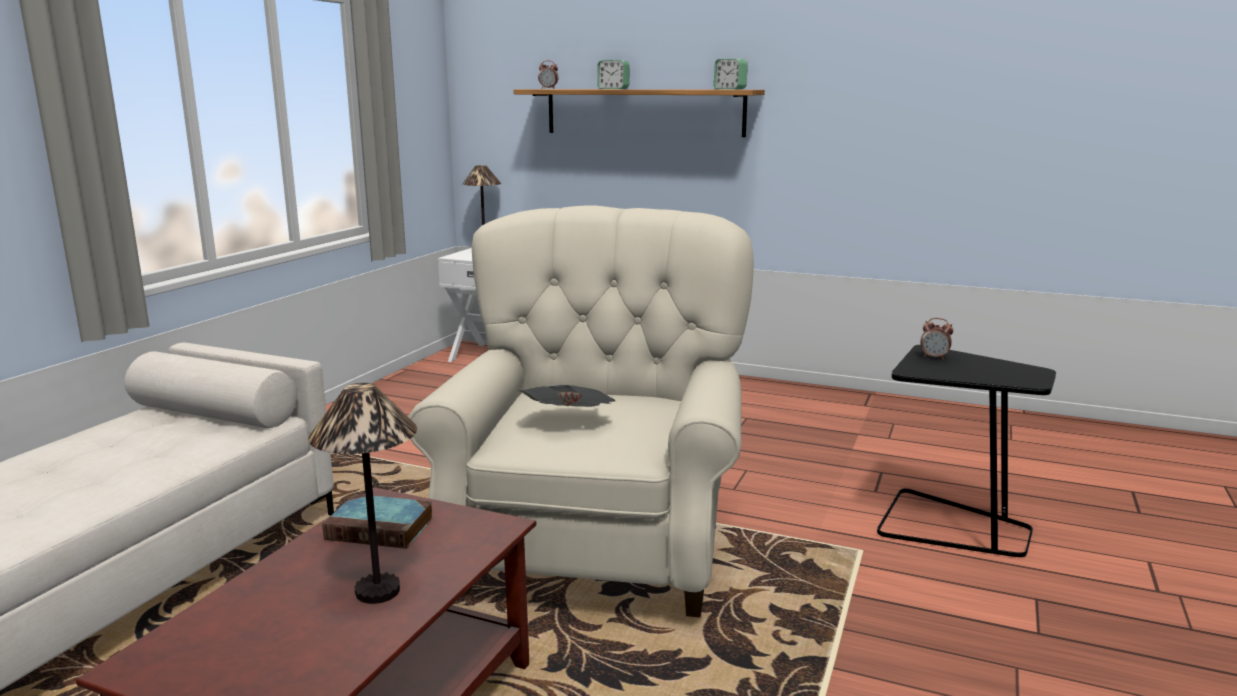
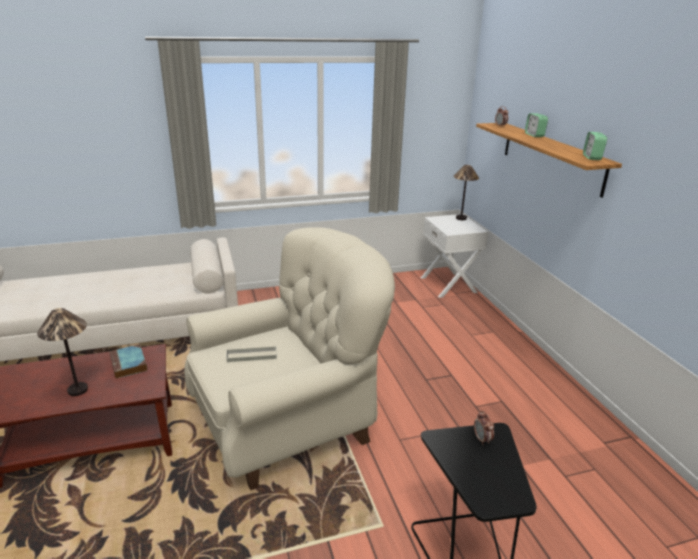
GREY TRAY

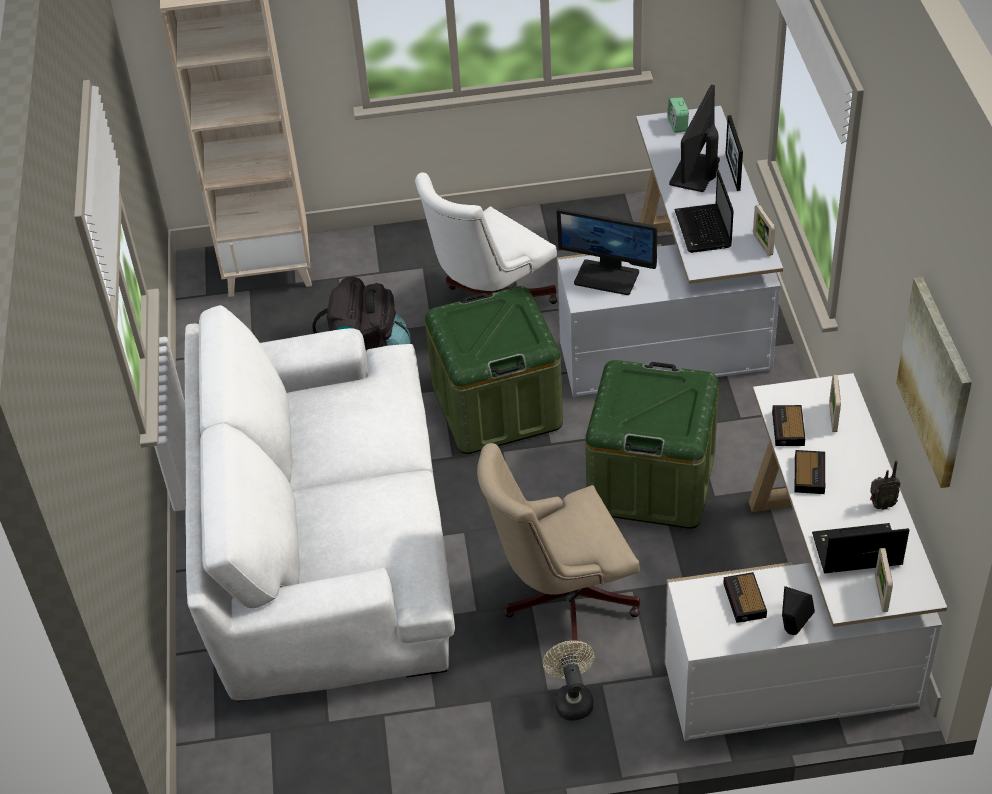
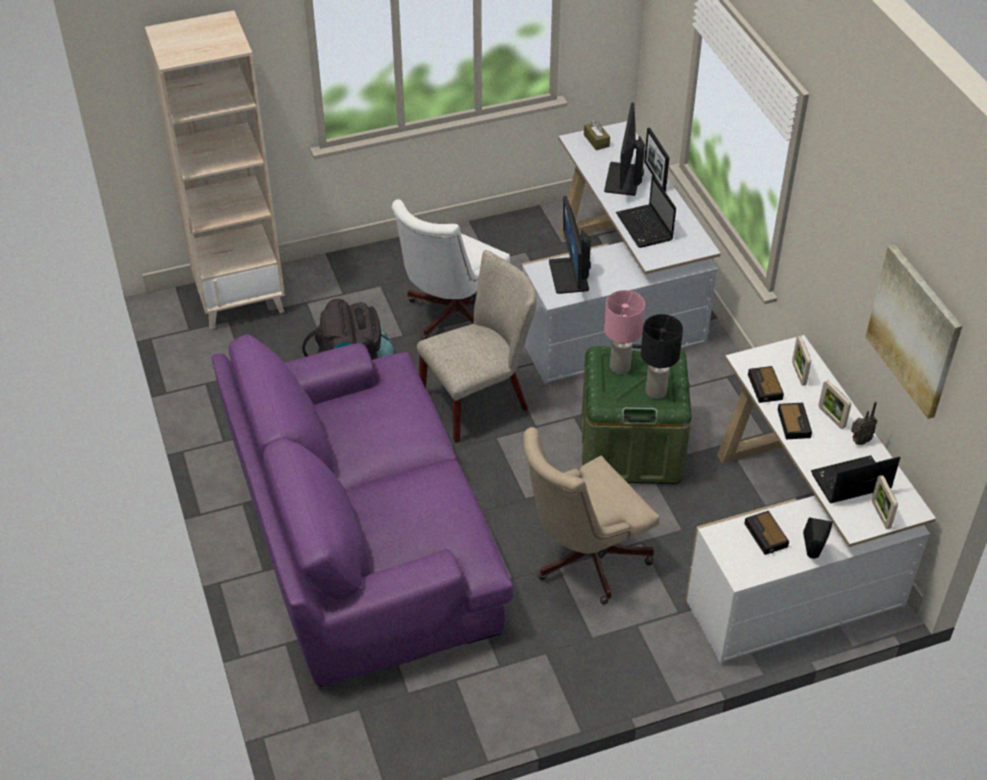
BEIGE FAN
PINK TABLE LAMP
BLACK TABLE LAMP
PICTURE FRAME (3rd from left)
BEIGE CHAIR
BROWN TISSUE BOX
PURPLE SOFA
MONITOR (1st from left)

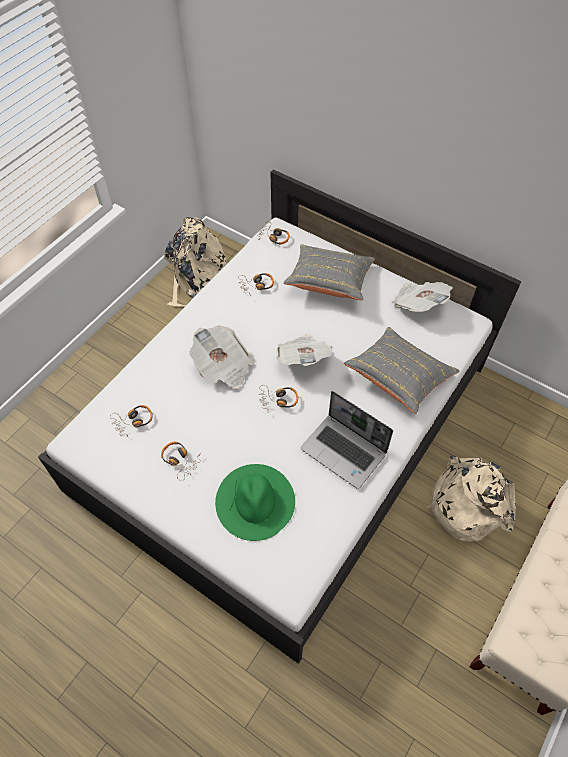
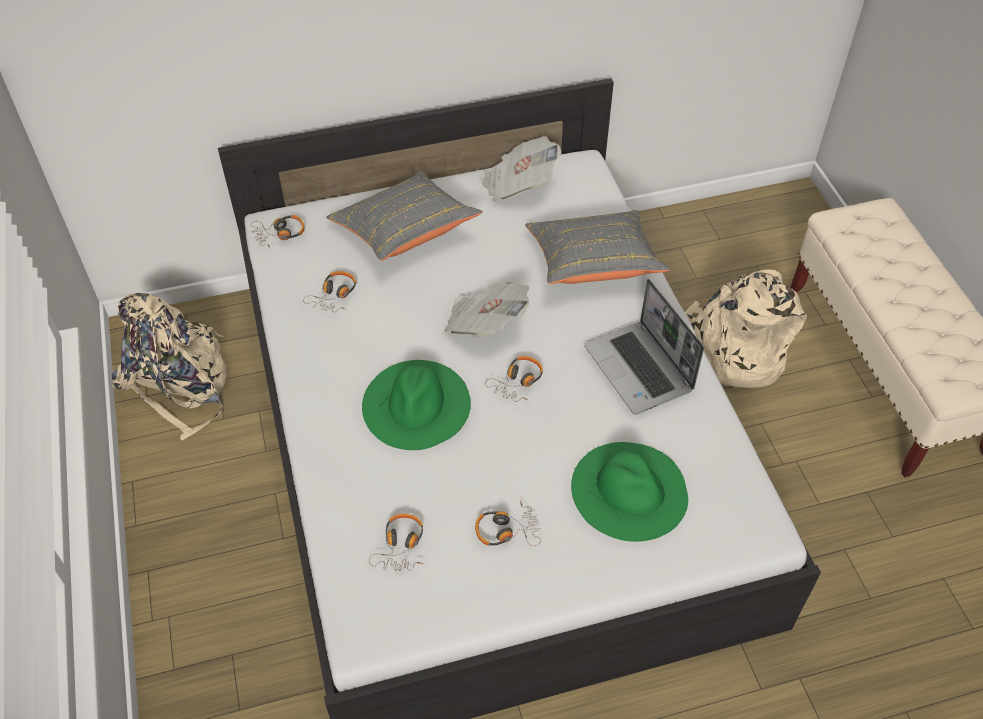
GREEN HAT (1st from left)
LAPTOP

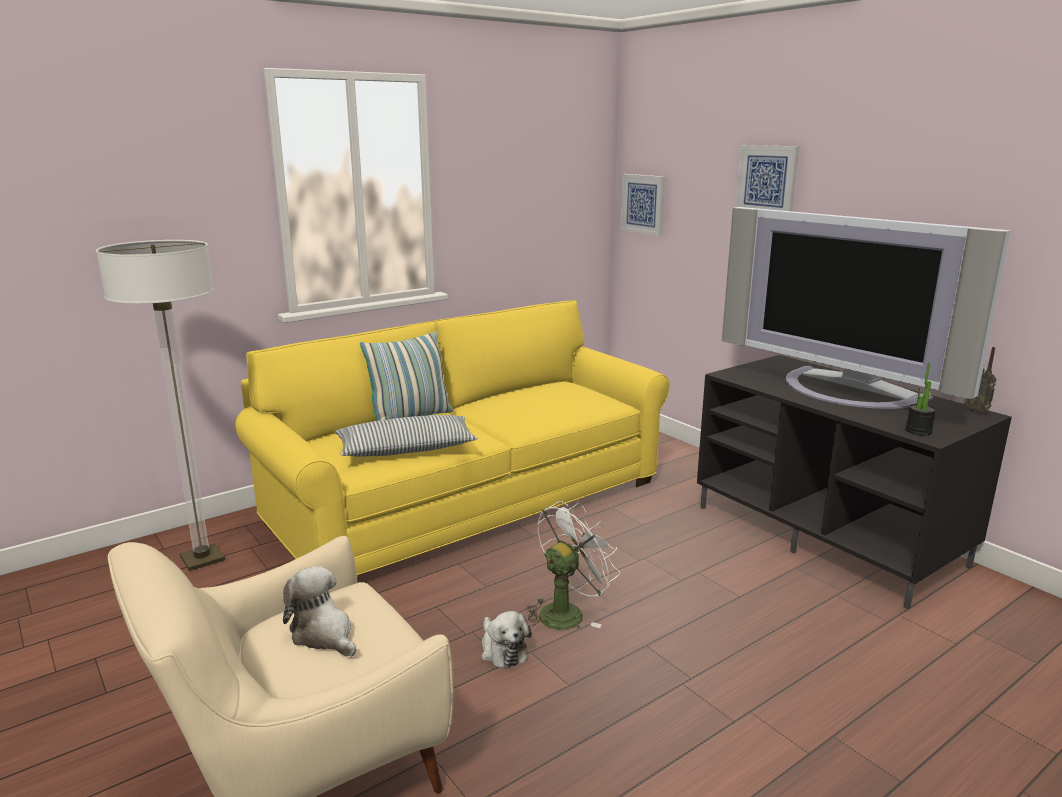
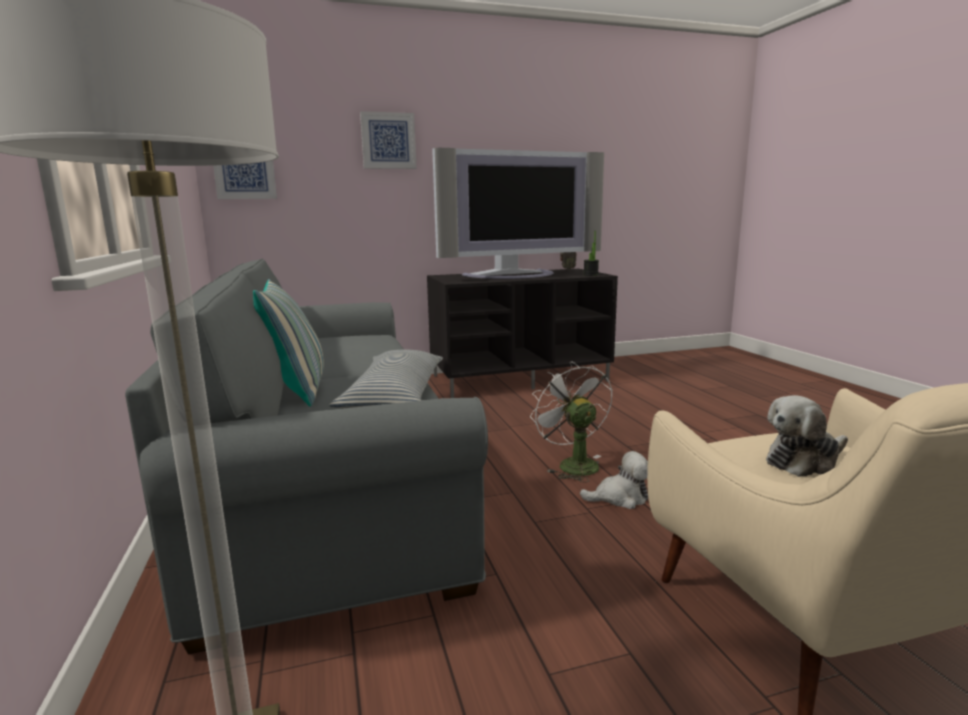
GREY SOFA

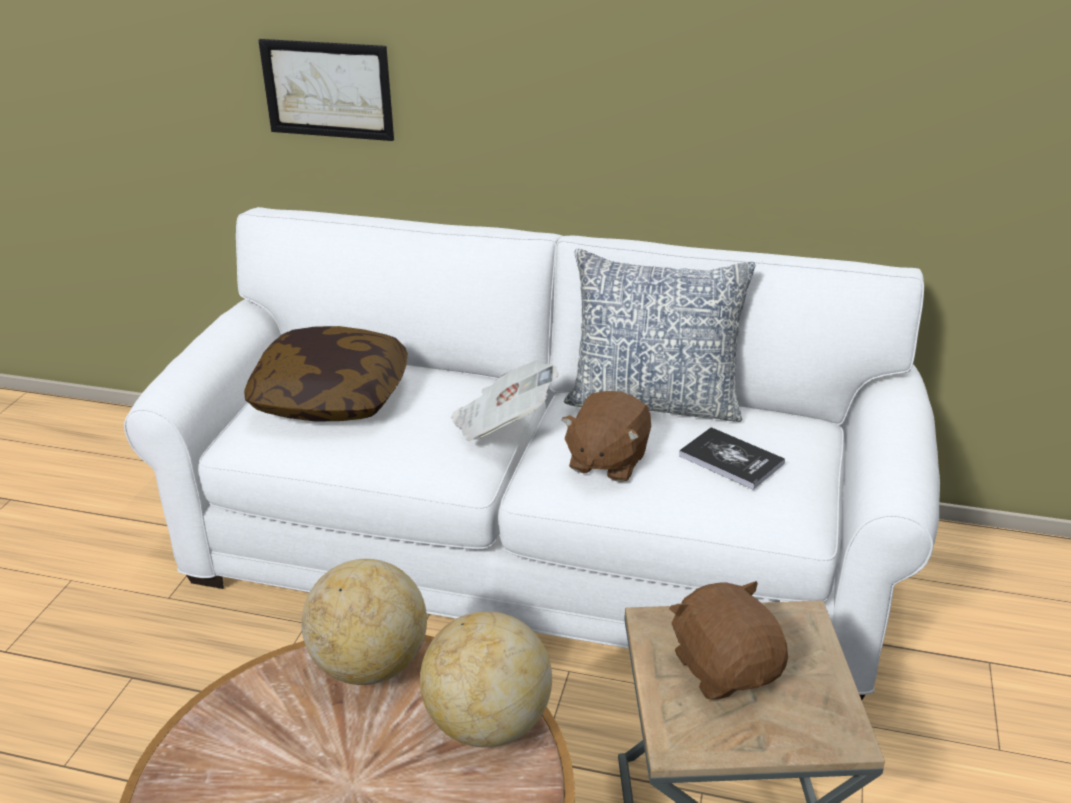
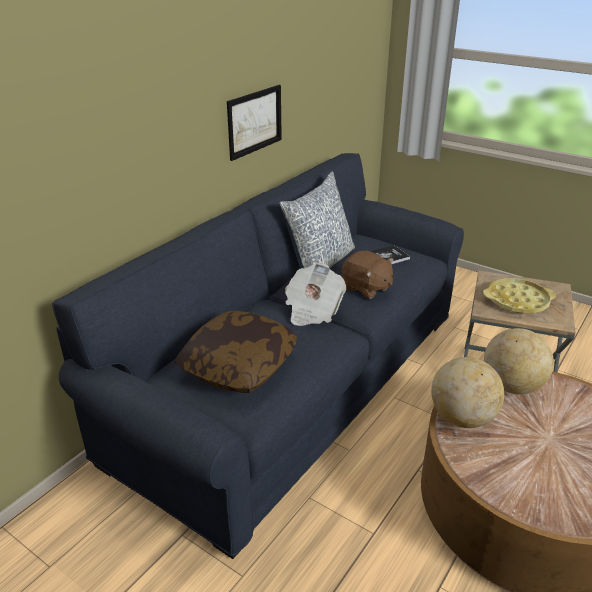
PICTURE
YELLOW TRAY
BLUE SOFA

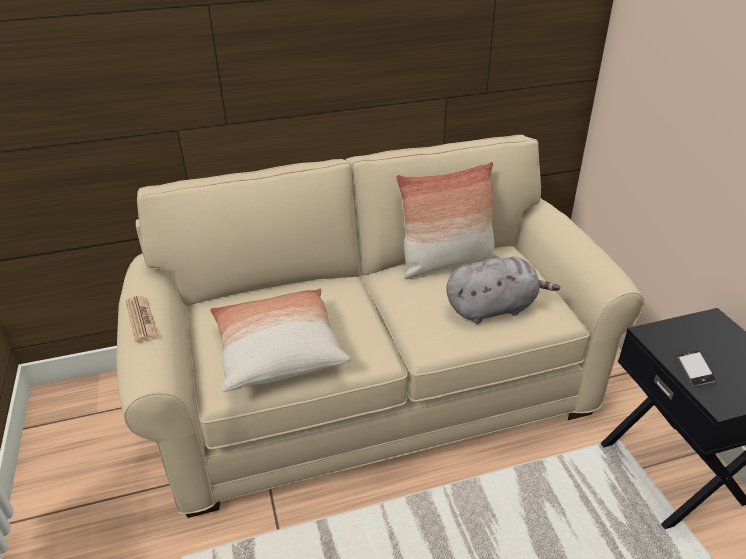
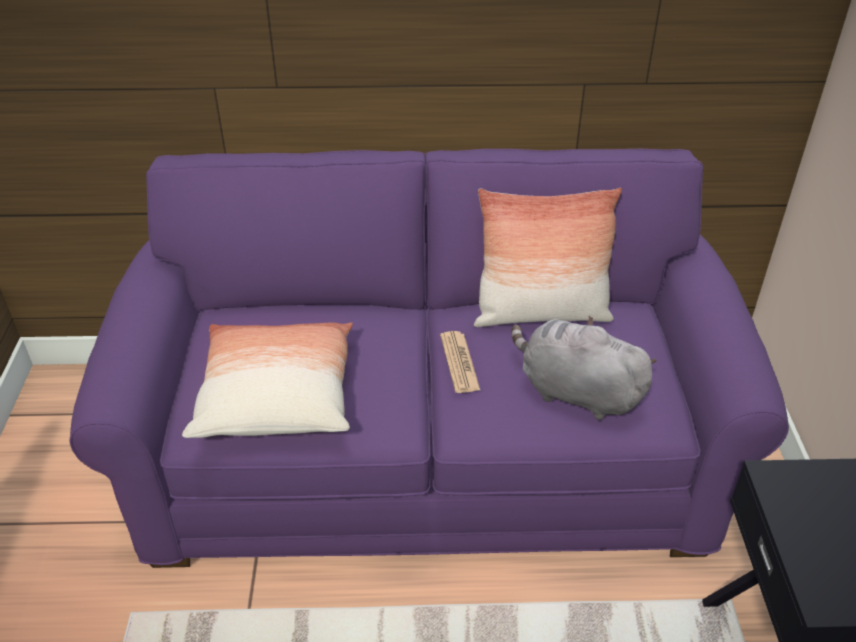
PHONE
NEWSPAPER
PURPLE SOFA
GREY PLUSH TOY

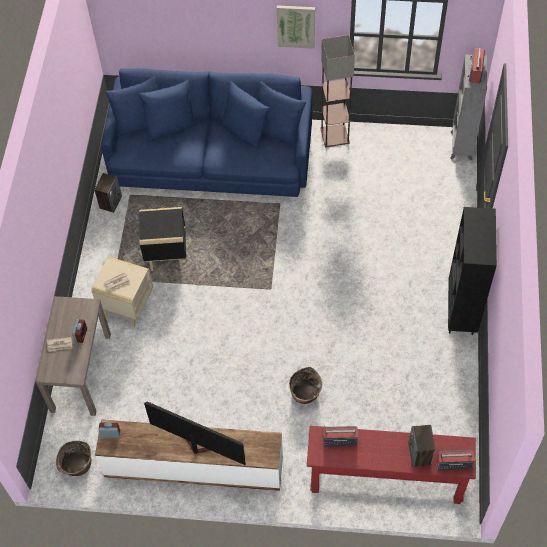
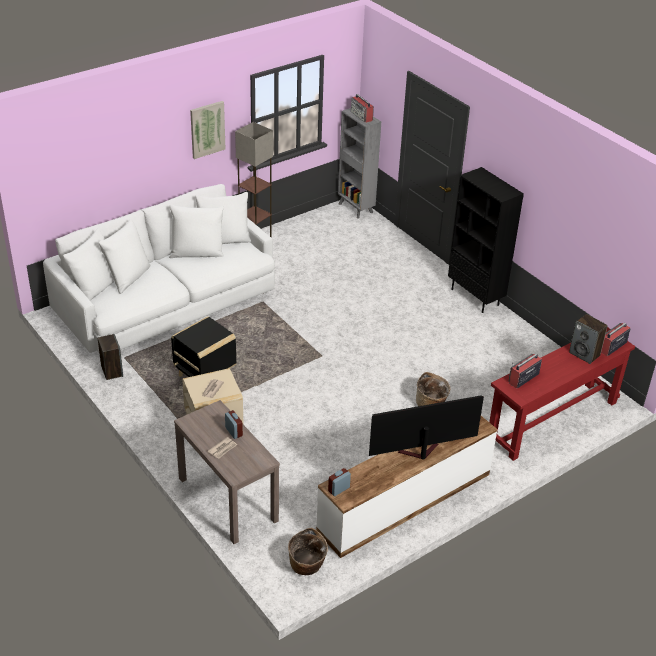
WHITE SOFA

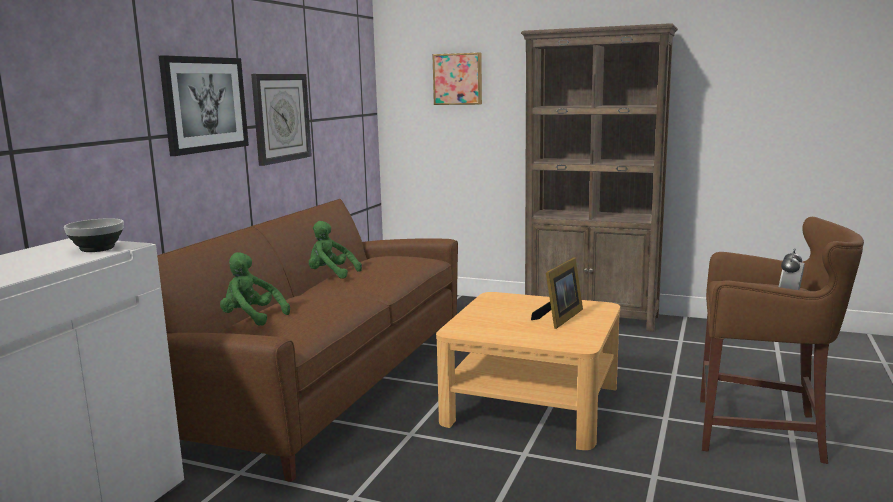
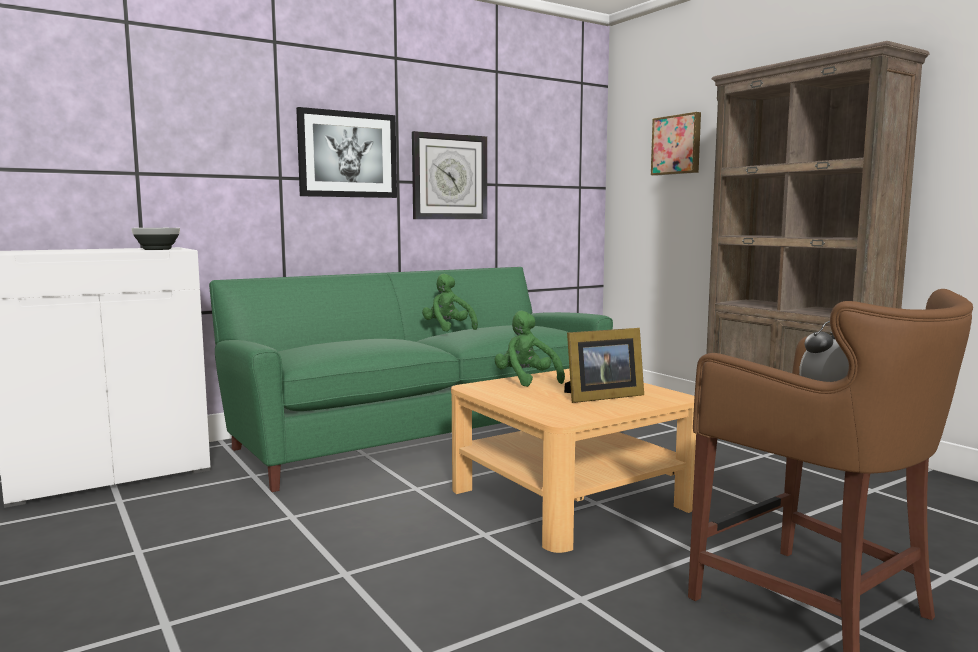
GREEN PLUSH TOY (2nd from left)
GREEN SOFA

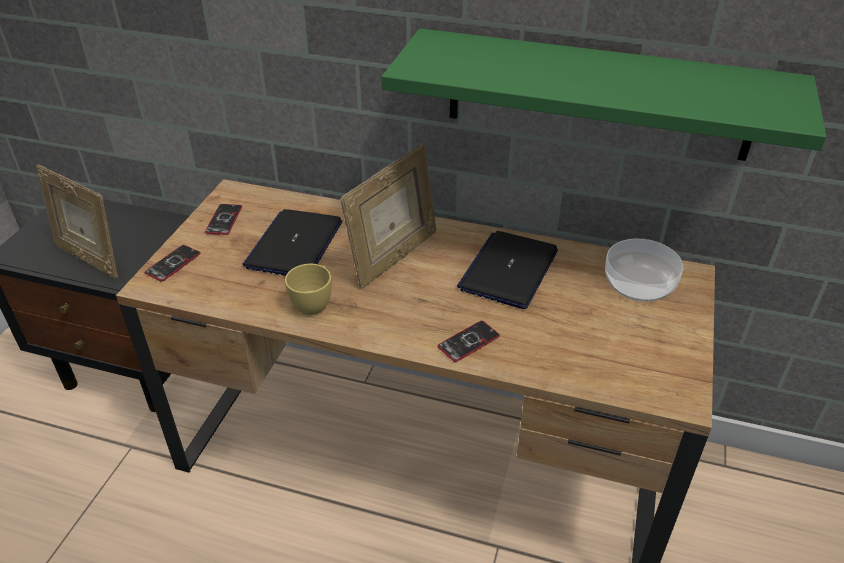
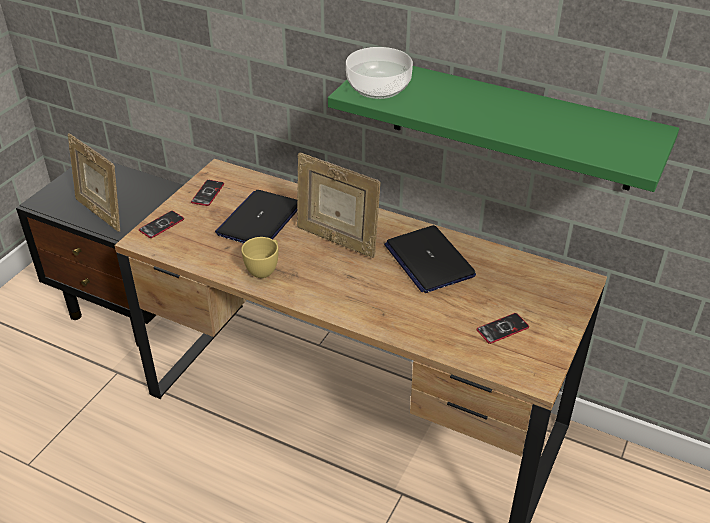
PHONE (3rd from left)
BOWL
PICTURE FRAME (2nd from left)
LAPTOP (2nd from left)

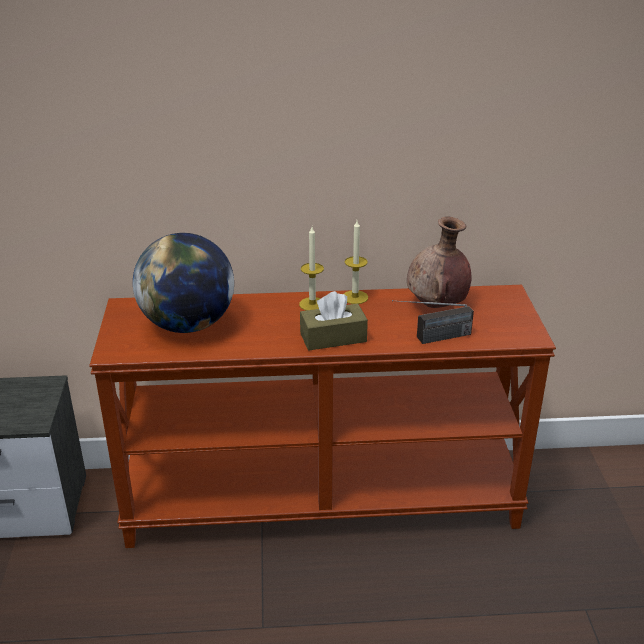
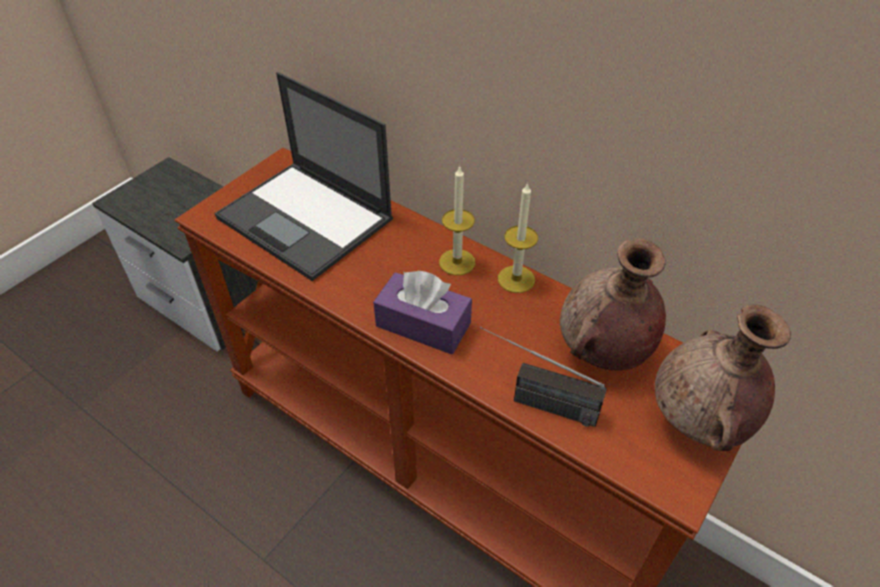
BROWN VASE (2nd from left)
LAPTOP
PURPLE TISSUE BOX

